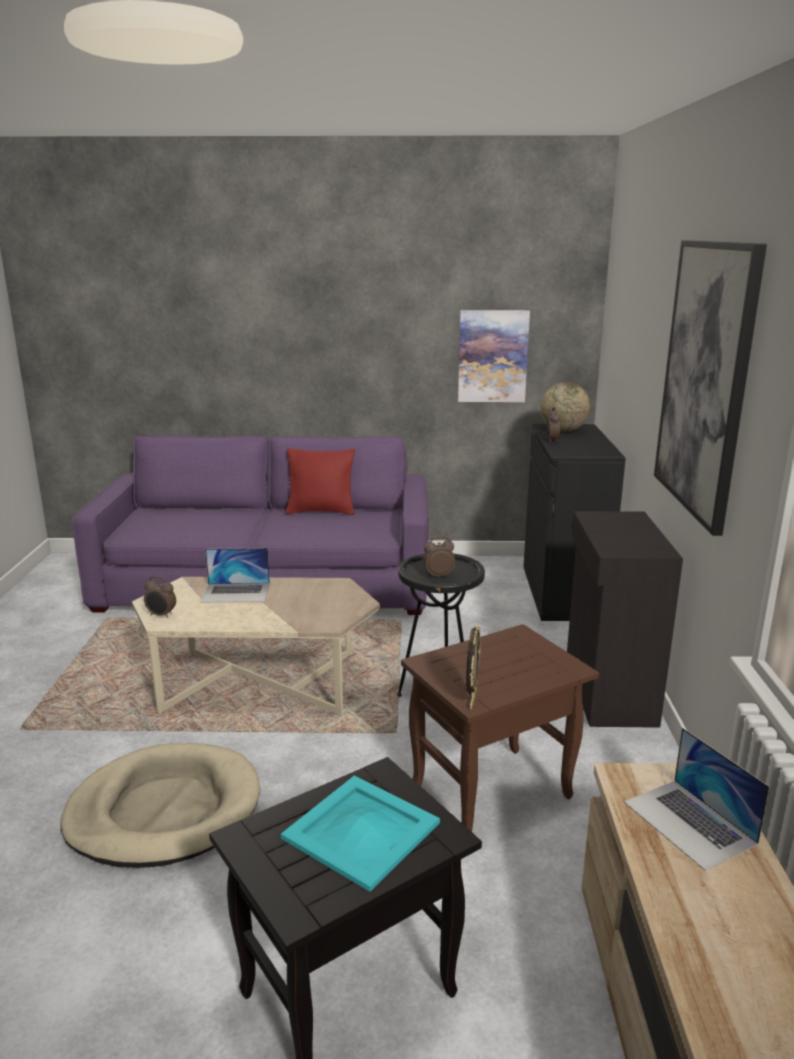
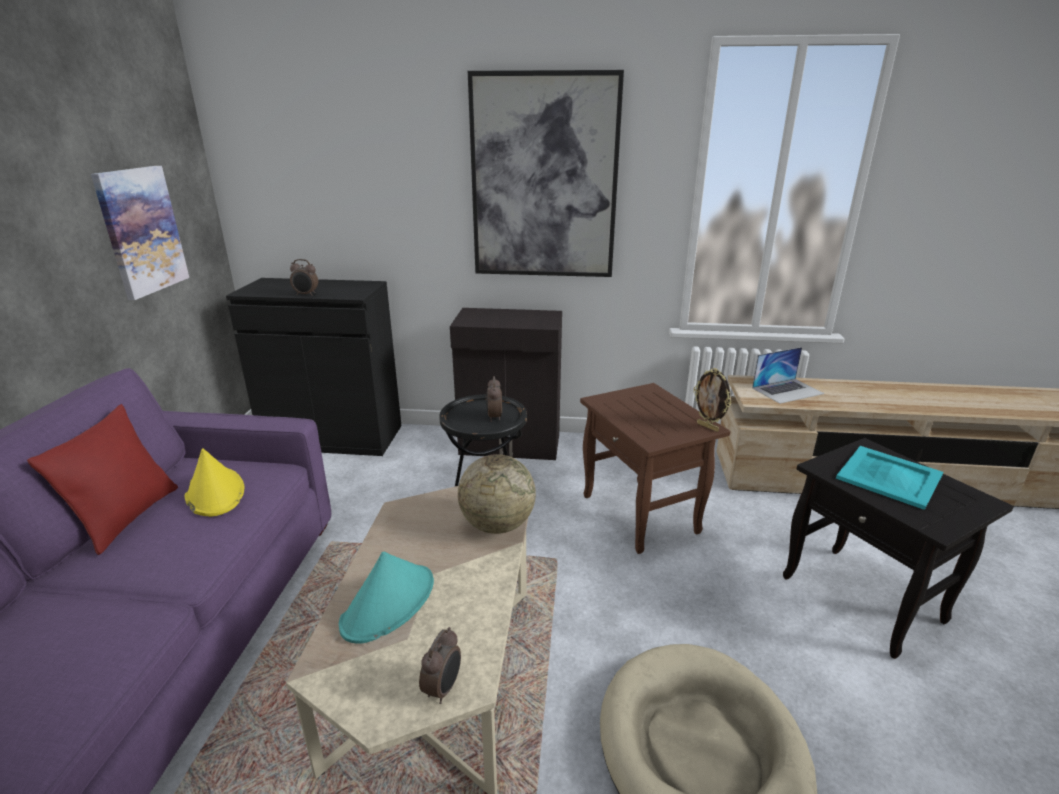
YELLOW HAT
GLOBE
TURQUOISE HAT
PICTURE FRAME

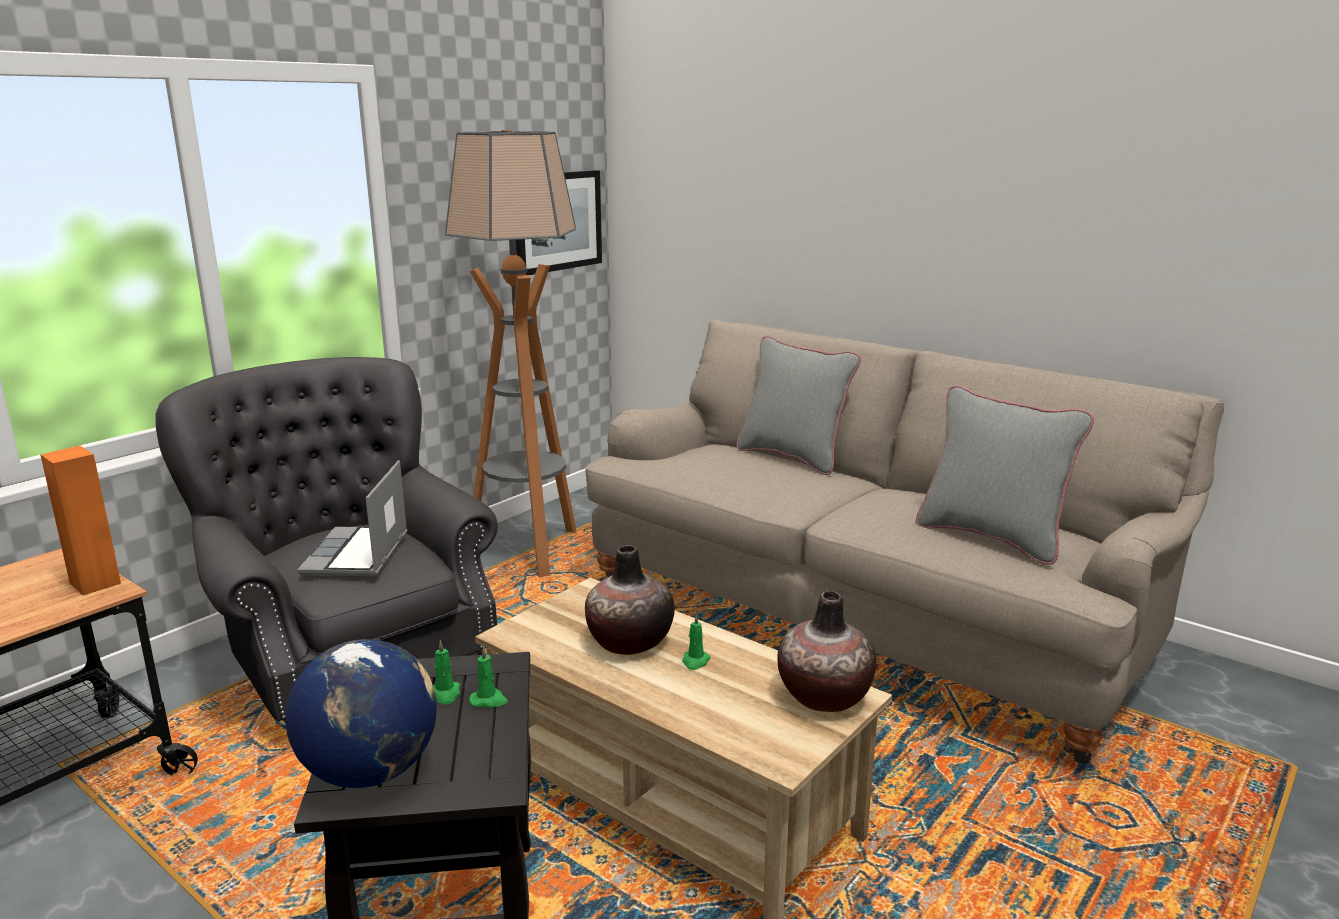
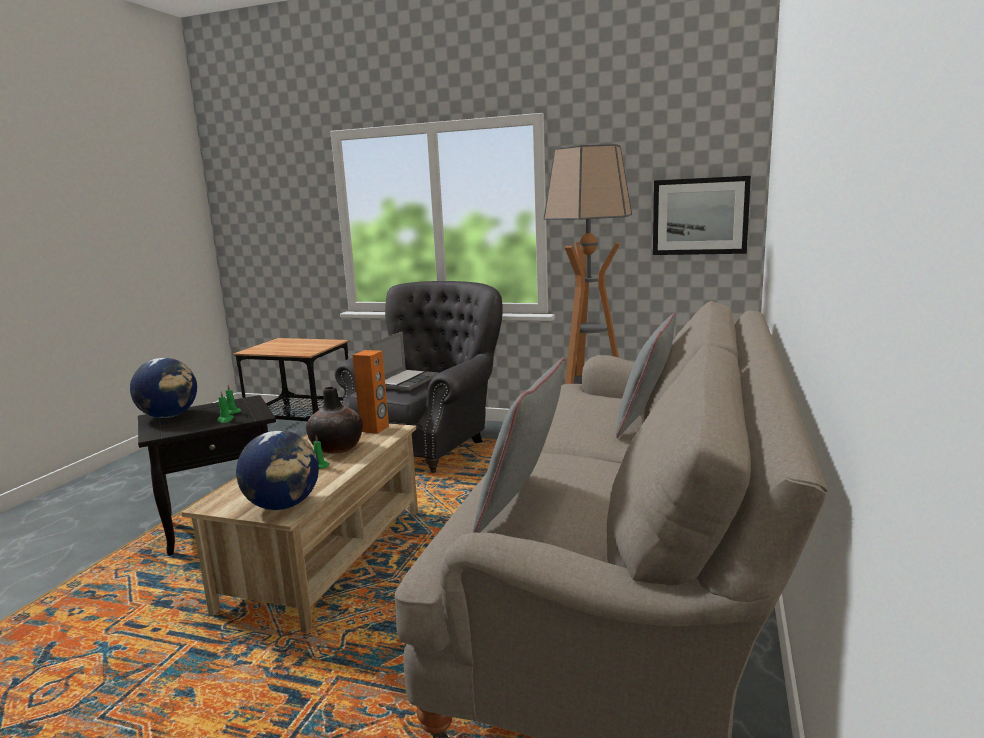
ORANGE SPEAKER
GLOBE (2nd from left)
LAPTOP

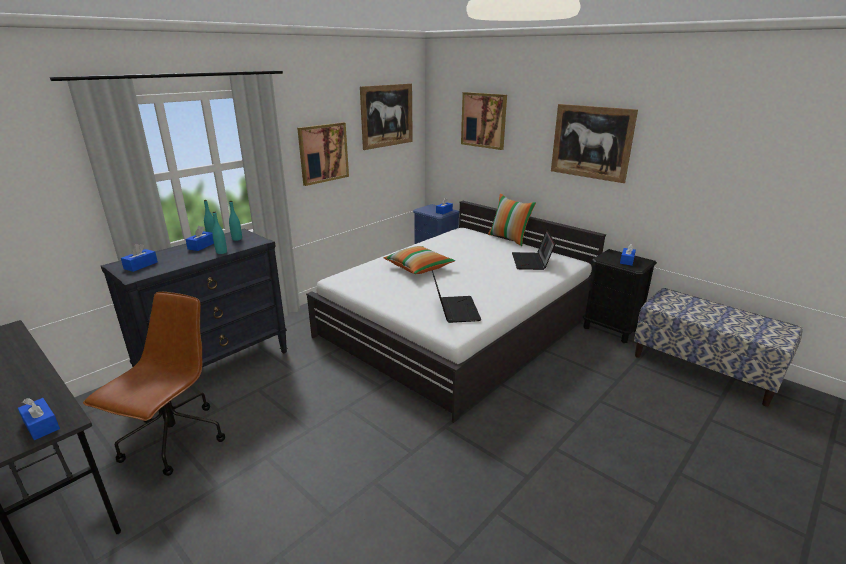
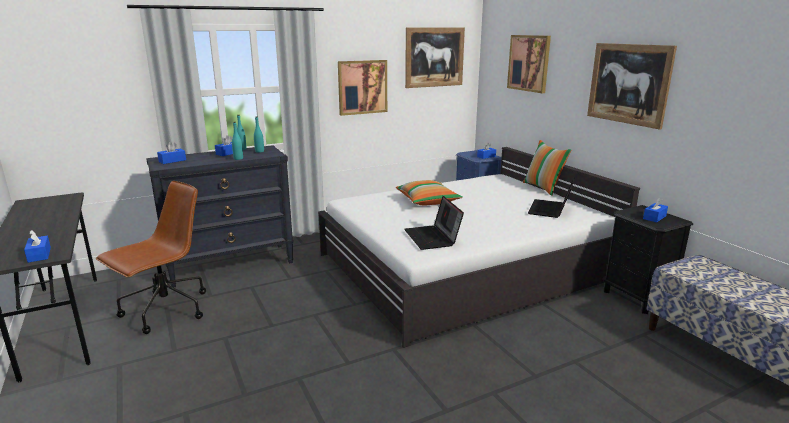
LAPTOP (1st from left)

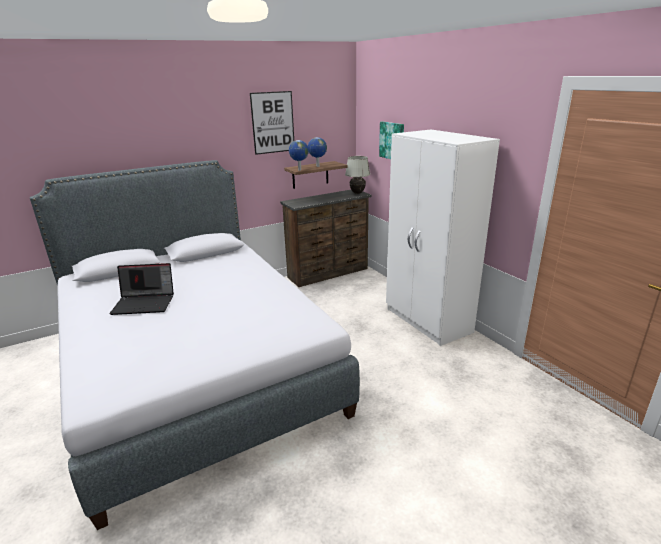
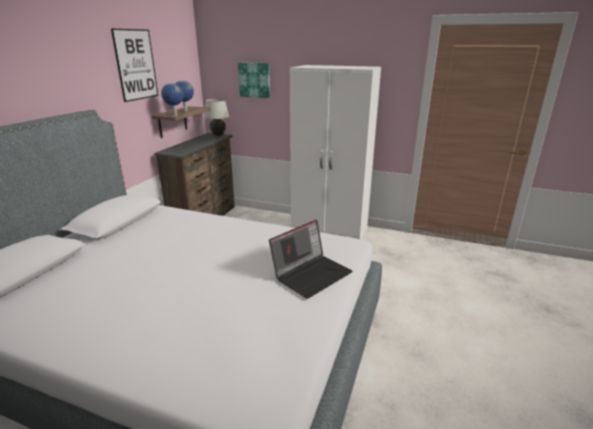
LAPTOP

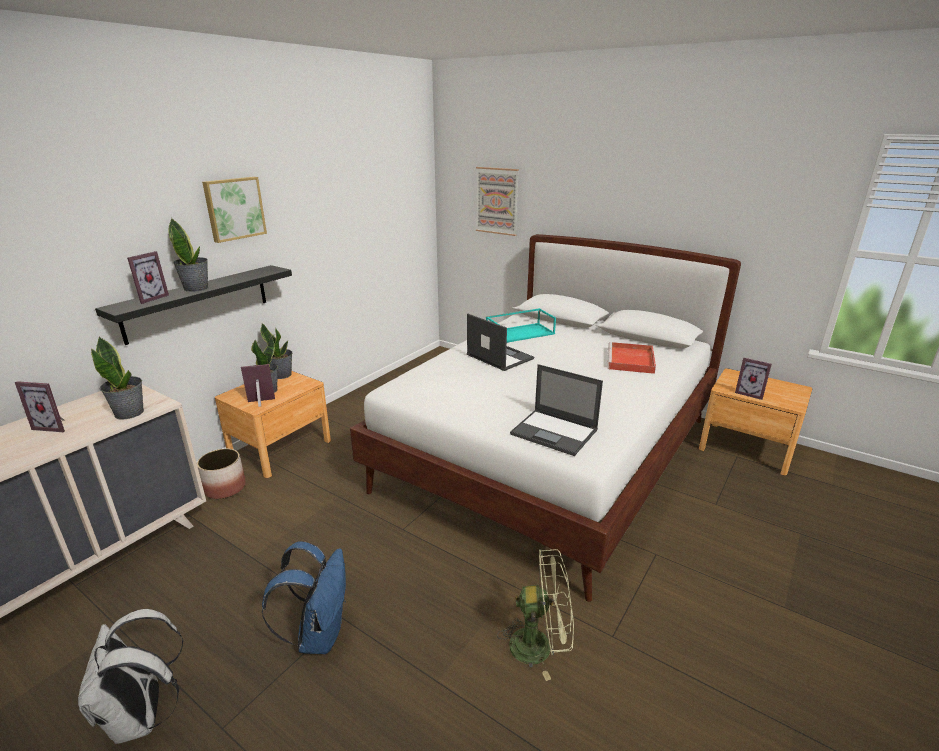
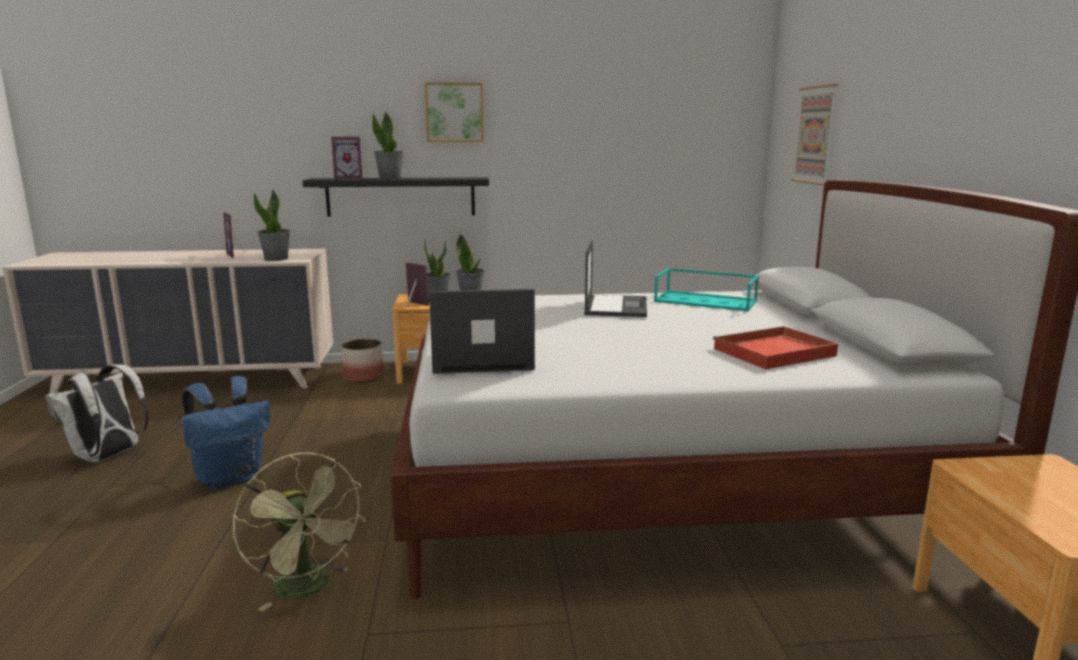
PICTURE FRAME (4th from left in the first image)
LAPTOP (1st from left)

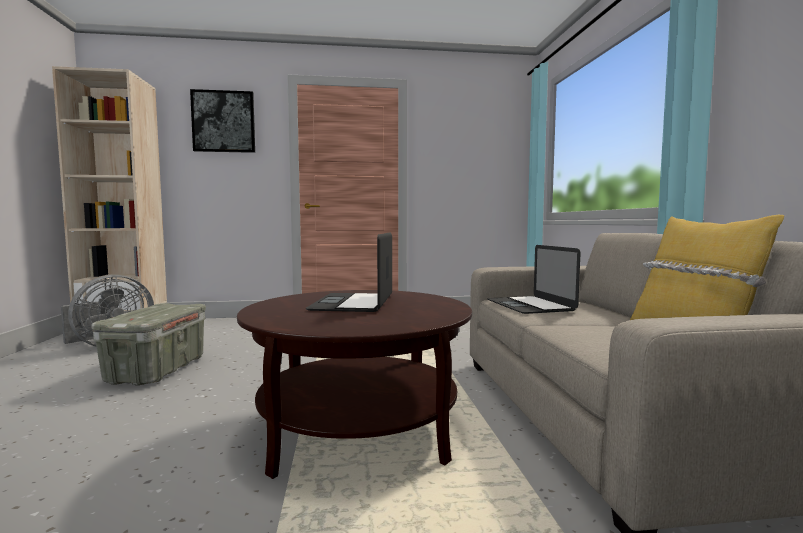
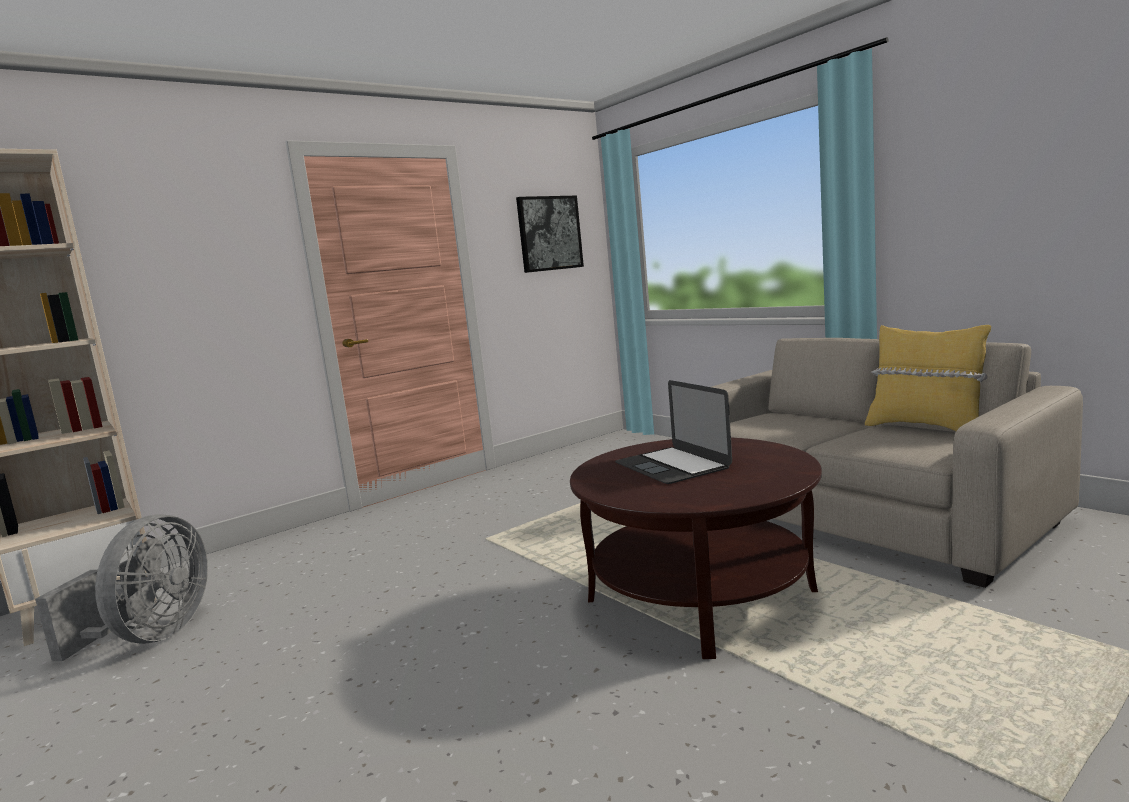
GREY STORAGE BOX
LAPTOP (2nd from left in the first image)
PICTURE

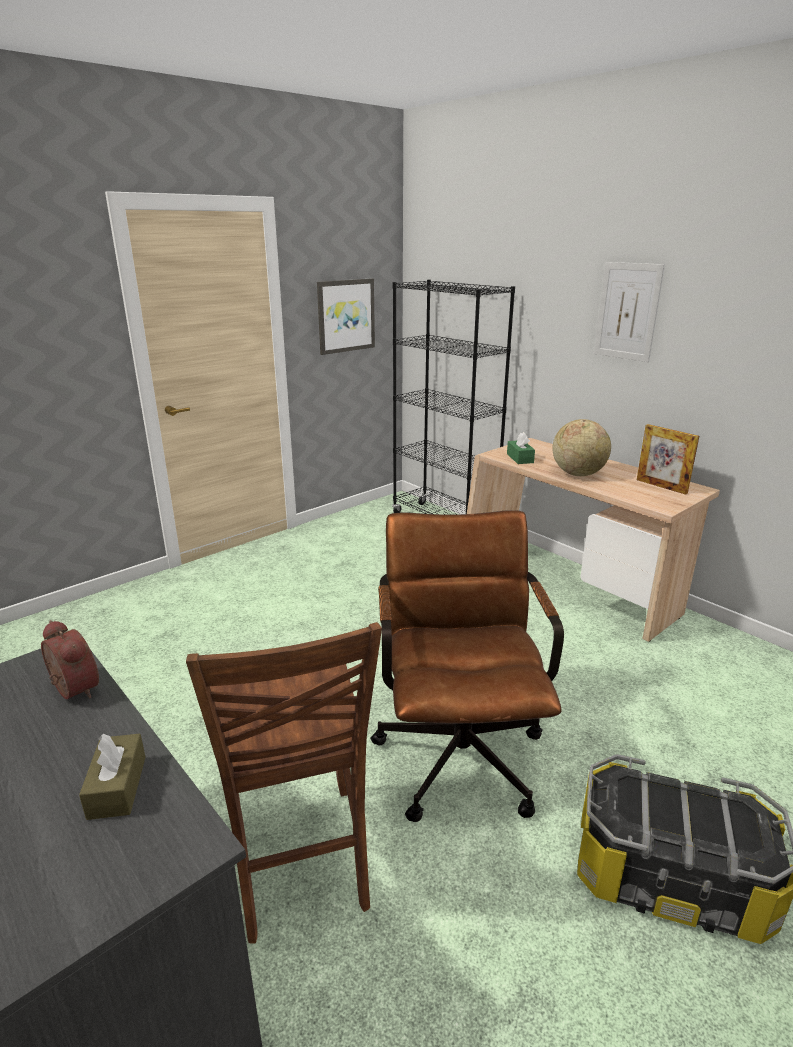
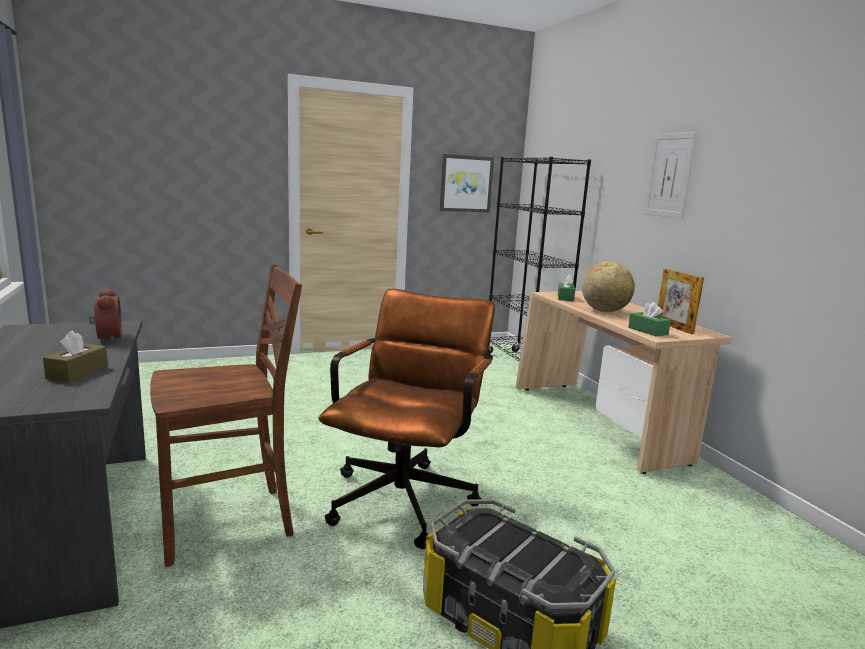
GREEN TISSUE BOX (2nd from left)
BROWN CHAIR

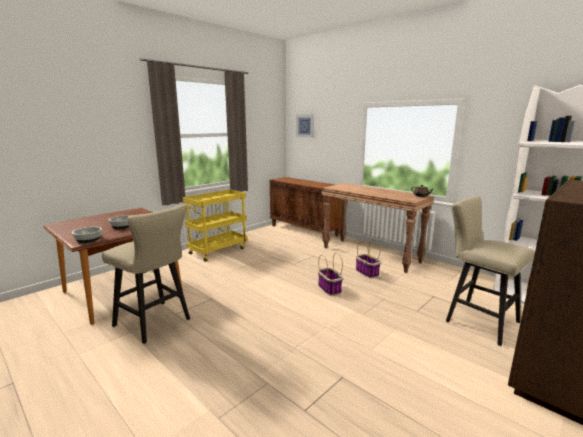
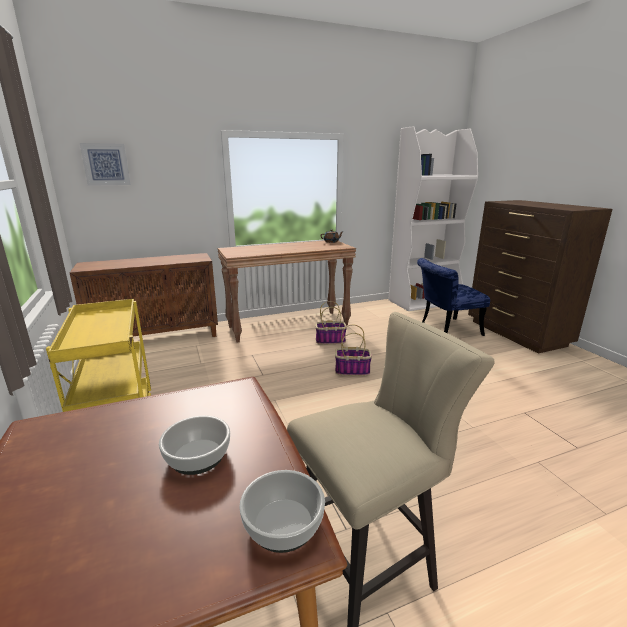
BLUE CHAIR

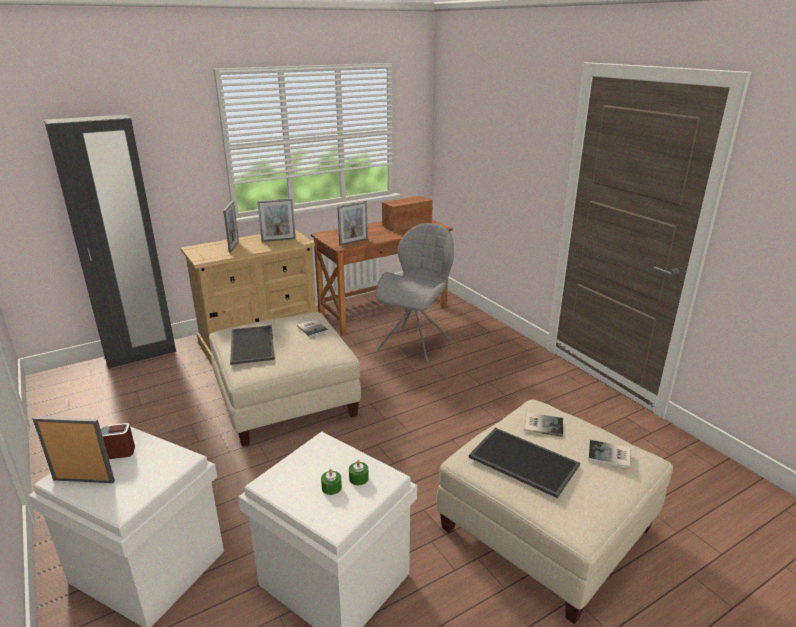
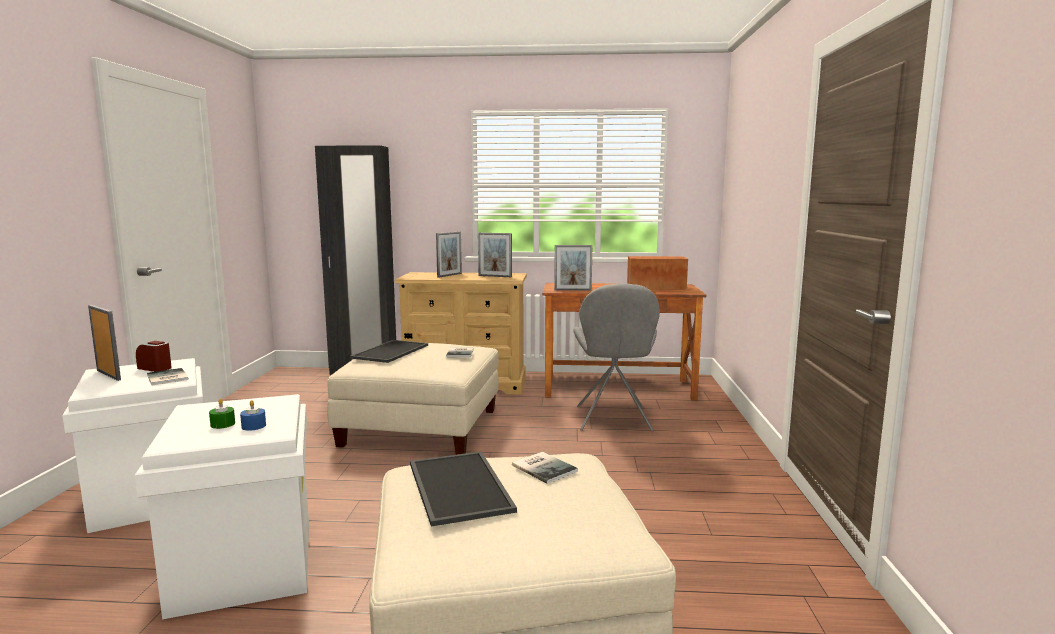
BOOK (1st from left)
BLUE CANDLE
GREY CHAIR

